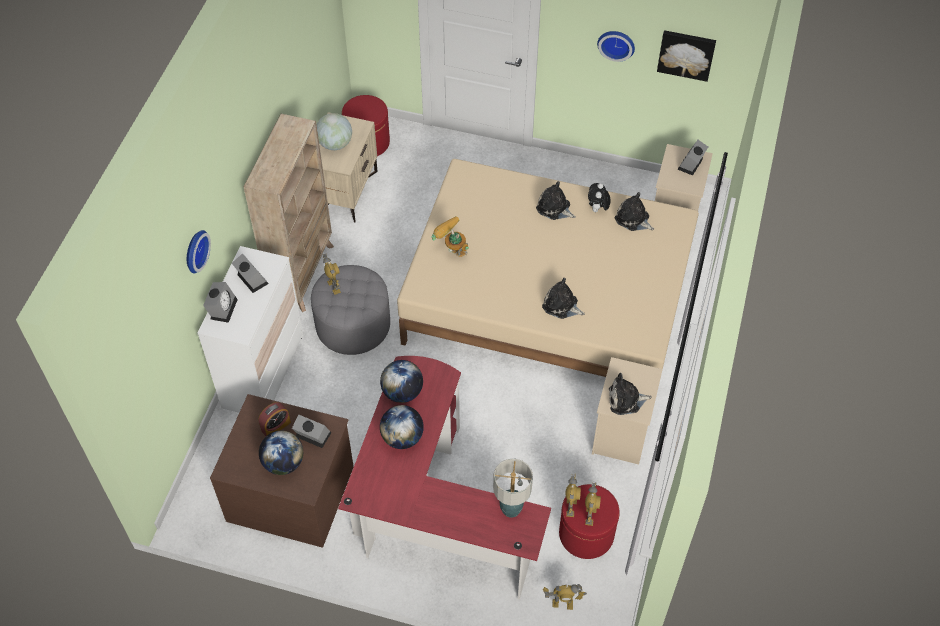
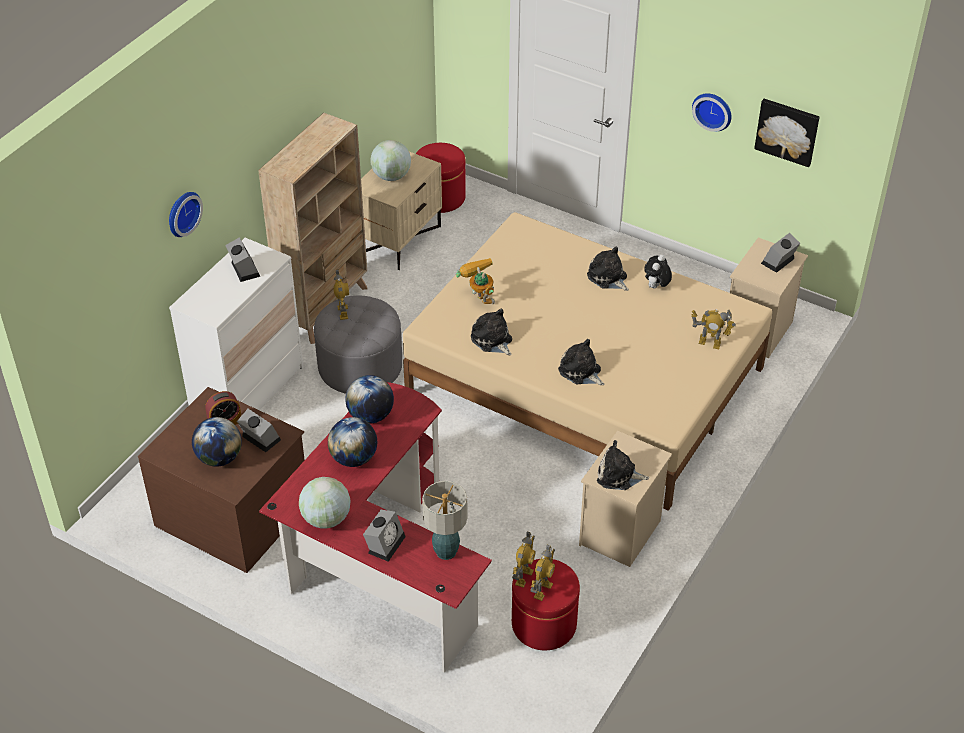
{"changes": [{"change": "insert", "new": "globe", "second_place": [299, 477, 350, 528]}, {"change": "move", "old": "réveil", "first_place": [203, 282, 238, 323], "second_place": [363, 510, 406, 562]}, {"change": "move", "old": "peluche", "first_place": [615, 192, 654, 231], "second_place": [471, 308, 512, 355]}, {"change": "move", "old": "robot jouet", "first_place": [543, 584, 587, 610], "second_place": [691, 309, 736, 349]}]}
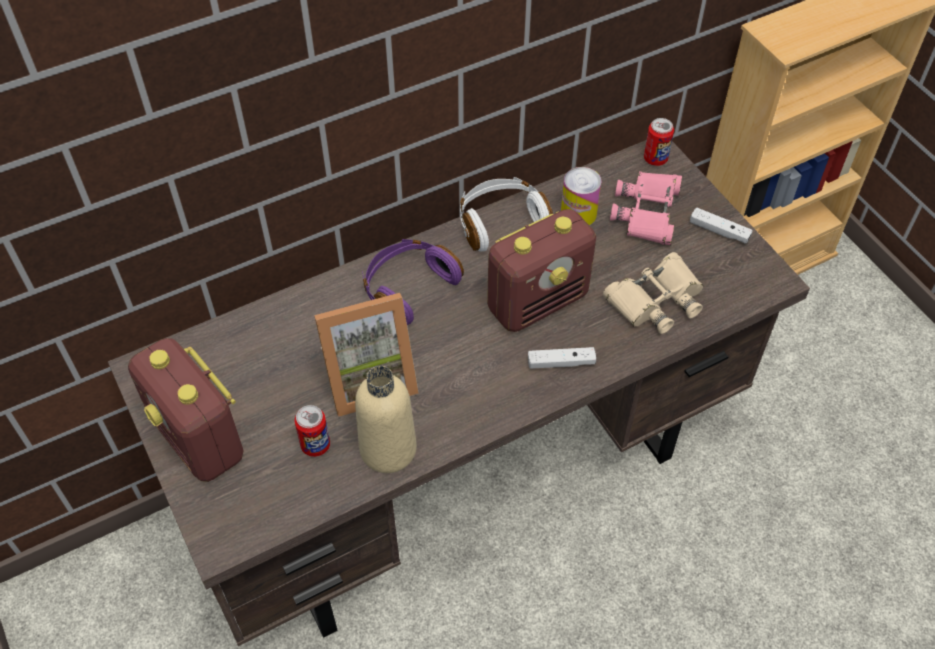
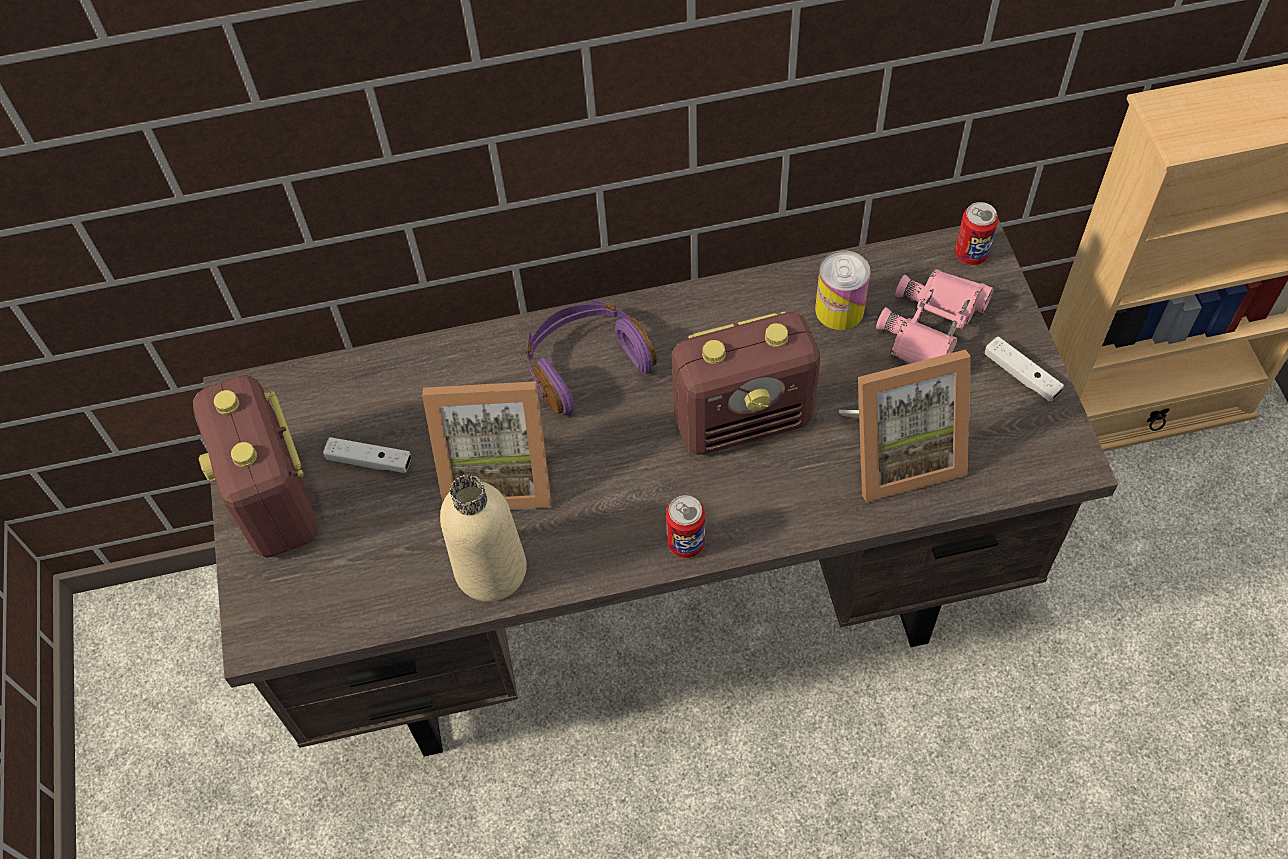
{"changes": [{"change": "move", "old": "manette (blanc)", "first_place": [528, 347, 596, 369], "second_place": [323, 437, 411, 473]}, {"change": "move", "old": "boîte métallique", "first_place": [294, 405, 330, 457], "second_place": [666, 495, 705, 558]}, {"change": "replace", "old": "jumelles (beige)", "new": "cadre photo", "first_place": [603, 252, 703, 334], "second_place": [839, 350, 971, 502]}, {"change": "delete", "old": "casque audio (blanc)", "first_place": [460, 177, 553, 252]}]}
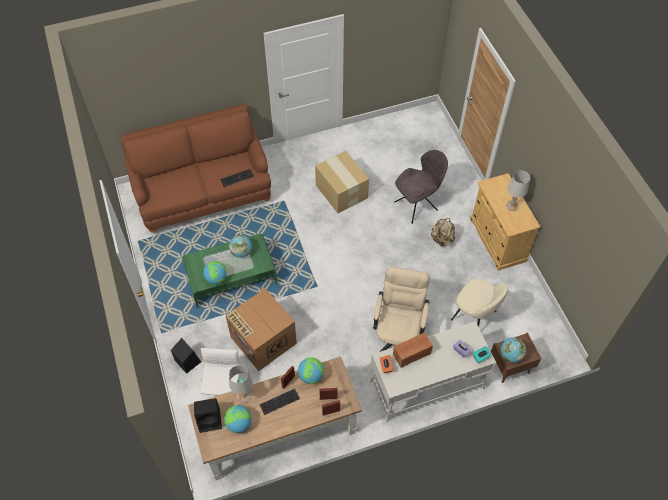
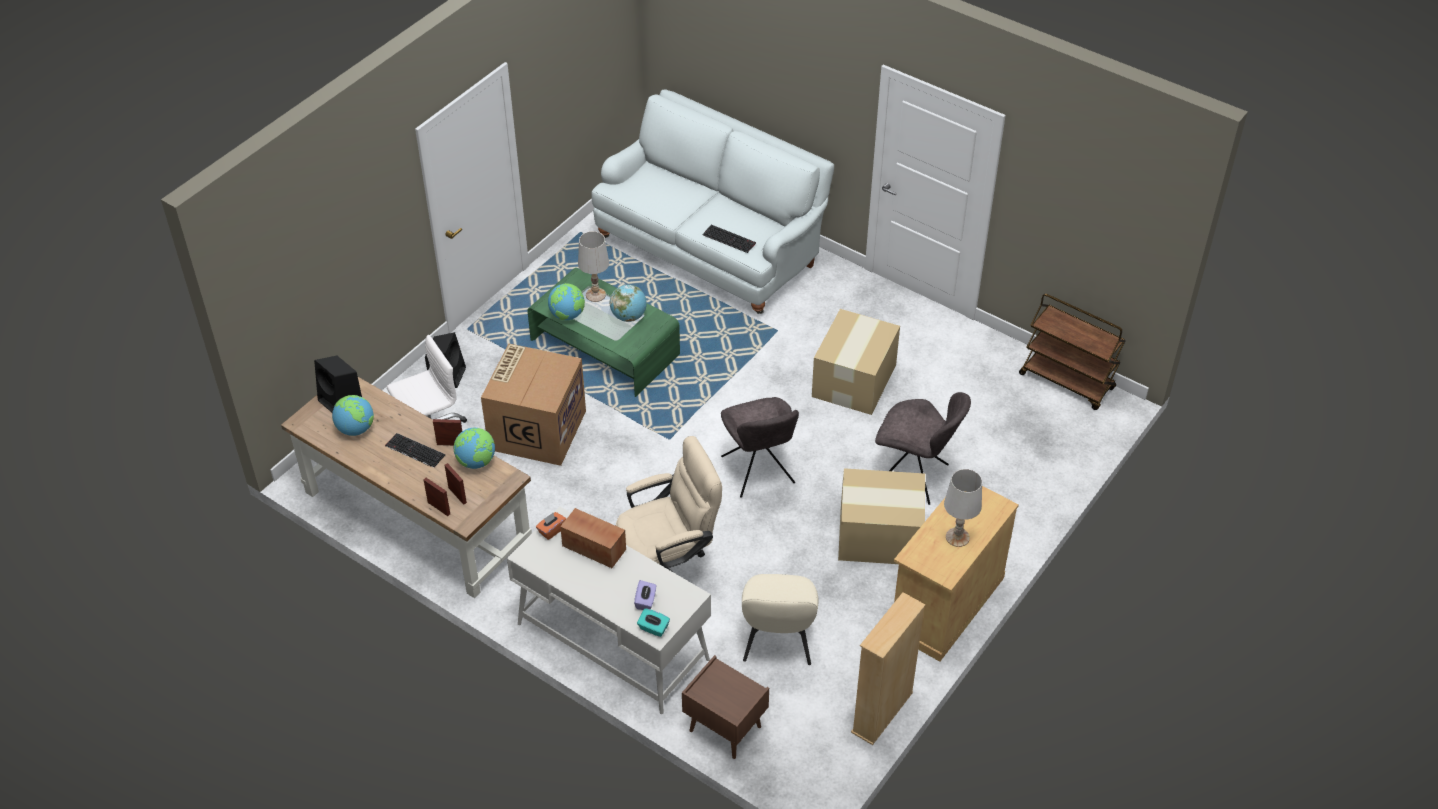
{"changes": [{"change": "move", "old": "lampe de table (blanc)", "first_place": [229, 365, 253, 403], "second_place": [578, 231, 609, 302]}, {"change": "recolor", "old": "canapé (marron)", "new": "canapé (blanc)", "first_place": [121, 104, 271, 233], "second_place": [591, 90, 834, 314]}, {"change": "insert", "new": "chaise (gris)", "second_place": [721, 397, 799, 498]}, {"change": "replace", "old": "sac à dos (beige)", "new": "carton", "first_place": [431, 218, 455, 247], "second_place": [838, 468, 925, 564]}, {"change": "insert", "new": "bibliothèque (beige)", "second_place": [851, 592, 925, 745]}, {"change": "insert", "new": "chariot (marron)", "second_place": [1019, 294, 1126, 410]}, {"change": "delete", "old": "globe", "first_place": [501, 338, 526, 363]}]}
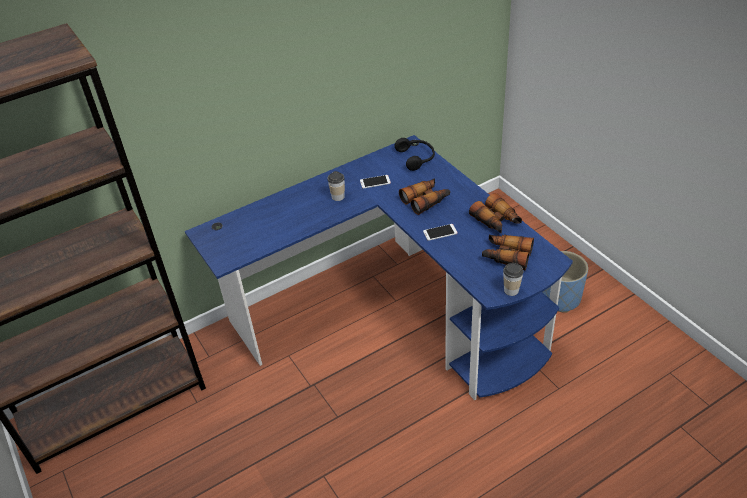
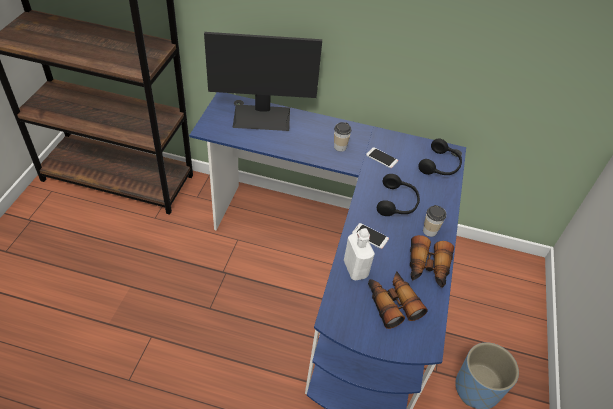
{"changes": [{"change": "insert", "new": "écran d'ordinateur", "second_place": [204, 32, 322, 131]}, {"change": "insert", "new": "bouteille (blanc)", "second_place": [344, 228, 375, 280]}, {"change": "replace", "old": "jumelles", "new": "casque audio (noir)", "first_place": [399, 179, 450, 215], "second_place": [377, 174, 420, 216]}, {"change": "move", "old": "tasse", "first_place": [503, 263, 523, 296], "second_place": [423, 205, 446, 237]}]}
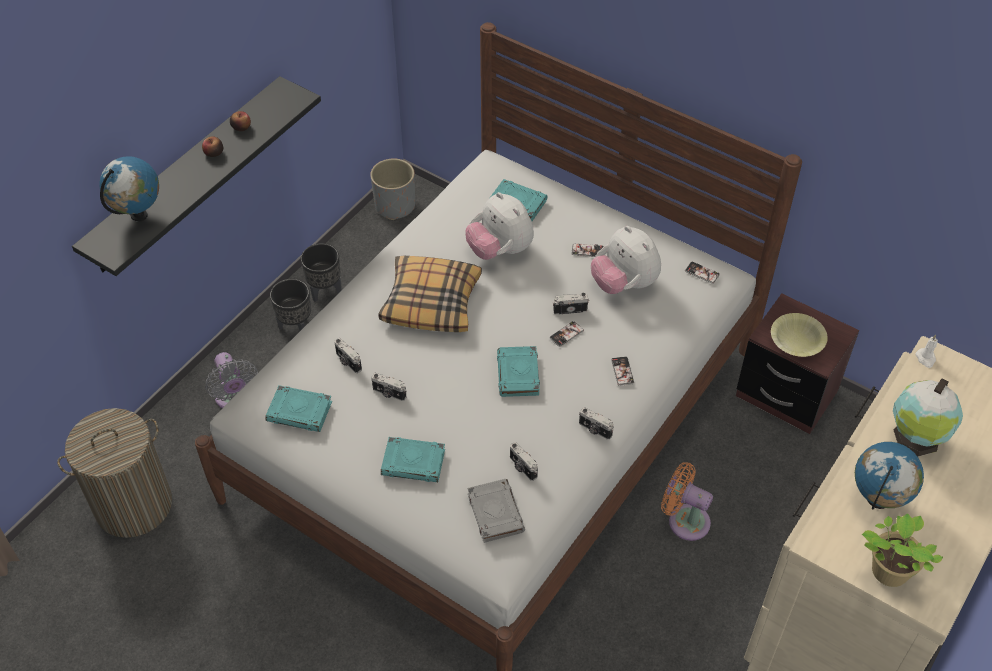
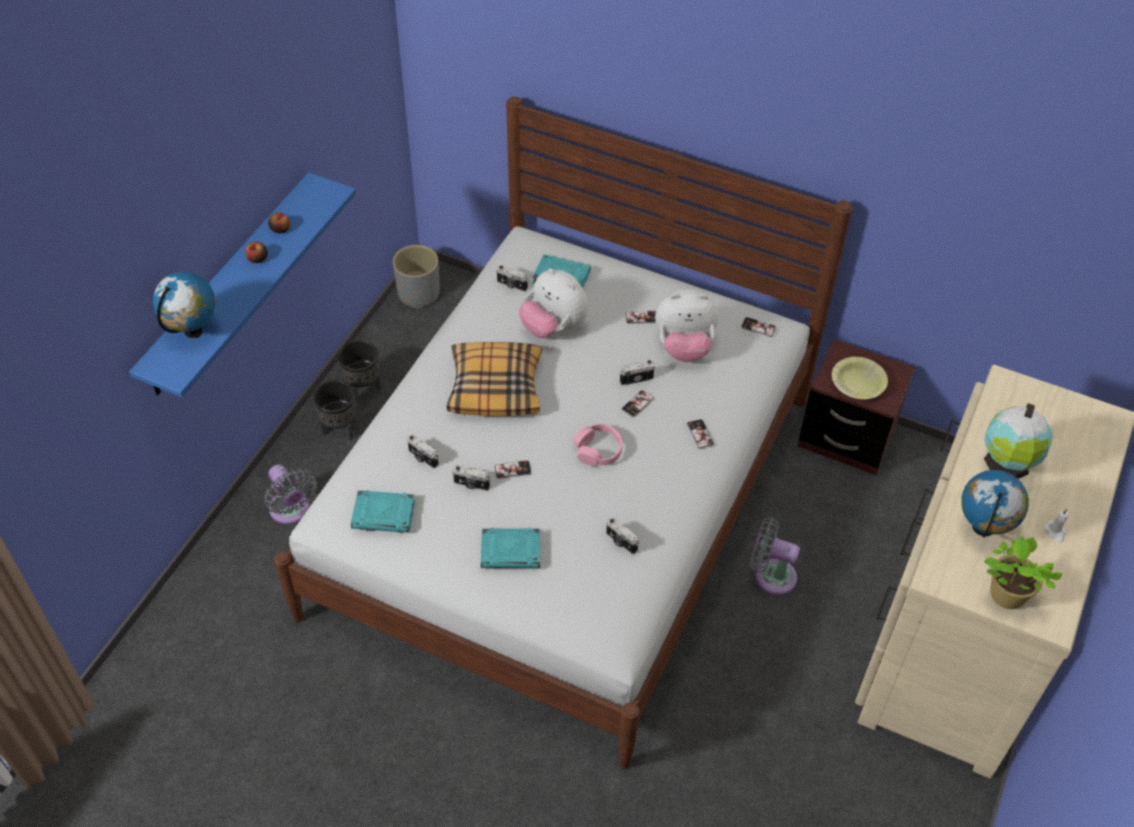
{"changes": [{"change": "recolor", "old": "étagère (noir)", "new": "étagère (bleu)", "first_place": [72, 76, 321, 276], "second_place": [129, 172, 356, 397]}, {"change": "insert", "new": "téléphone", "second_place": [494, 460, 532, 479]}, {"change": "move", "old": "appareil photo", "first_place": [579, 407, 614, 440], "second_place": [496, 265, 528, 292]}, {"change": "replace", "old": "livre (turquoise)", "new": "casque audio (rose)", "first_place": [497, 346, 540, 397], "second_place": [574, 423, 623, 466]}, {"change": "rotate", "old": "peluche", "first_place": [591, 226, 661, 294], "second_place": [655, 290, 718, 362], "degrees": -45}, {"change": "recolor", "old": "ventilateur (orange)", "new": "ventilateur (gris)", "first_place": [661, 462, 713, 541], "second_place": [750, 517, 800, 595]}, {"change": "move", "old": "bougie (blanc)", "first_place": [915, 334, 938, 368], "second_place": [1044, 508, 1068, 542]}, {"change": "delete", "old": "panier à linge", "first_place": [57, 408, 172, 538]}, {"change": "delete", "old": "livre (gris)", "first_place": [467, 479, 525, 543]}]}
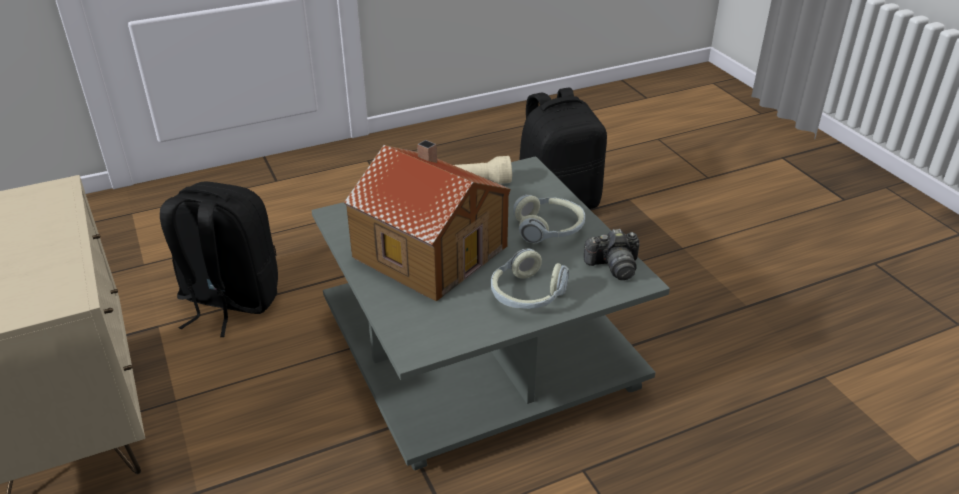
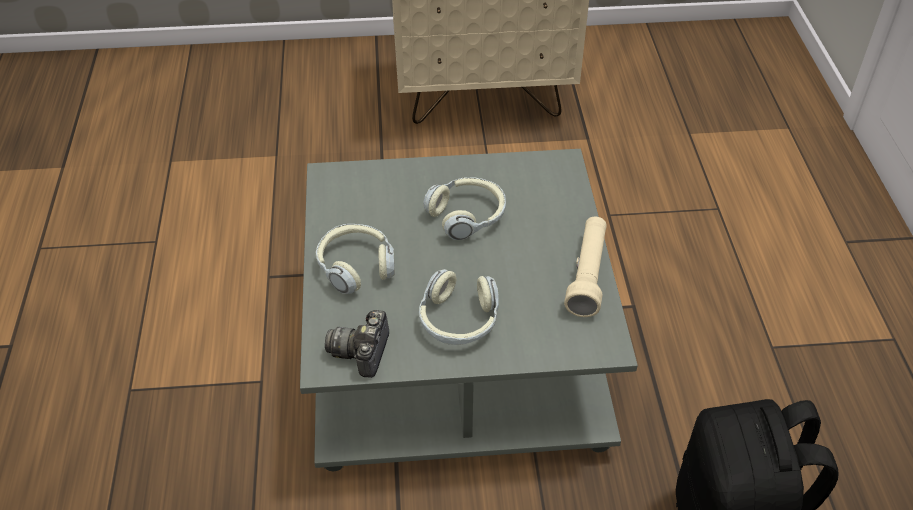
{"changes": [{"change": "replace", "old": "maison miniature", "new": "casque audio", "first_place": [344, 140, 511, 302], "second_place": [423, 177, 506, 240]}, {"change": "delete", "old": "sac à dos (noir)", "first_place": [160, 181, 278, 337]}]}
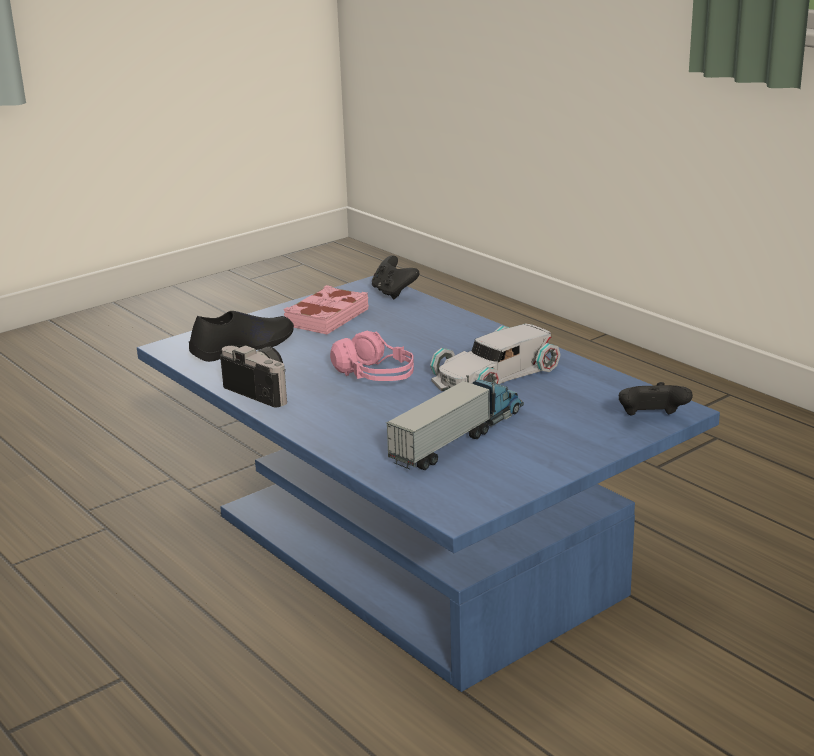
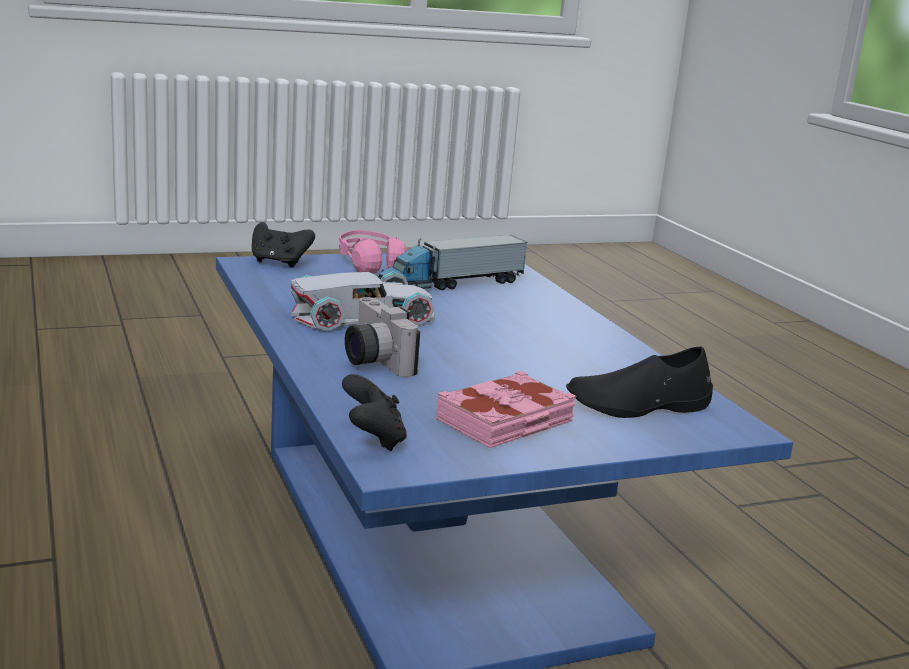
{"changes": [{"change": "move", "old": "casque audio (rose)", "first_place": [330, 331, 414, 381], "second_place": [339, 230, 408, 274]}, {"change": "move", "old": "appareil photo", "first_place": [220, 345, 287, 408], "second_place": [345, 297, 420, 377]}]}
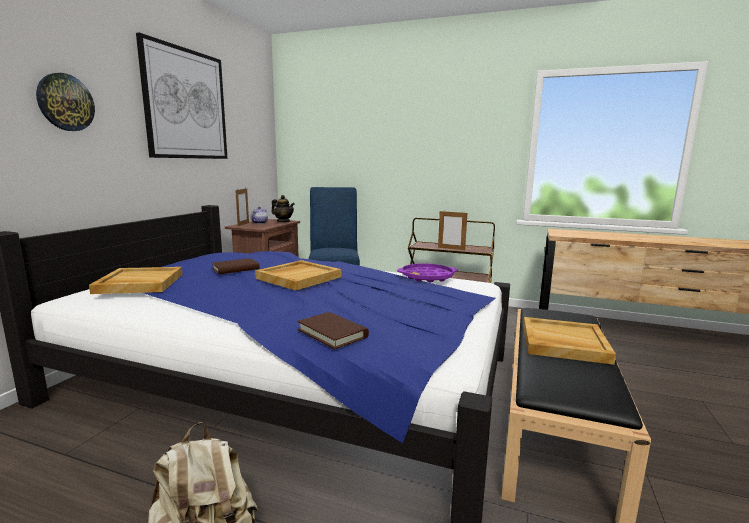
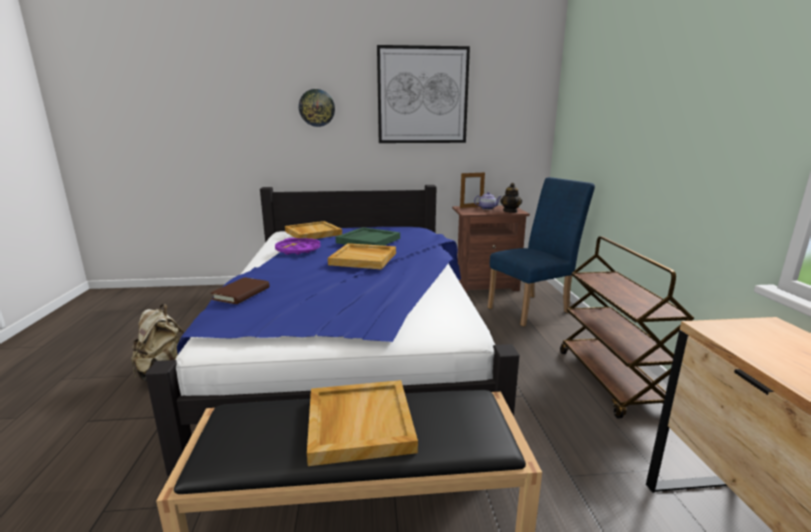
{"changes": [{"change": "move", "old": "plateau (violet)", "first_place": [397, 263, 458, 282], "second_place": [275, 238, 321, 255]}, {"change": "replace", "old": "livre (marron)", "new": "plateau (vert)", "first_place": [212, 258, 260, 274], "second_place": [336, 227, 400, 246]}, {"change": "delete", "old": "cadre photo", "first_place": [438, 210, 467, 250]}]}
